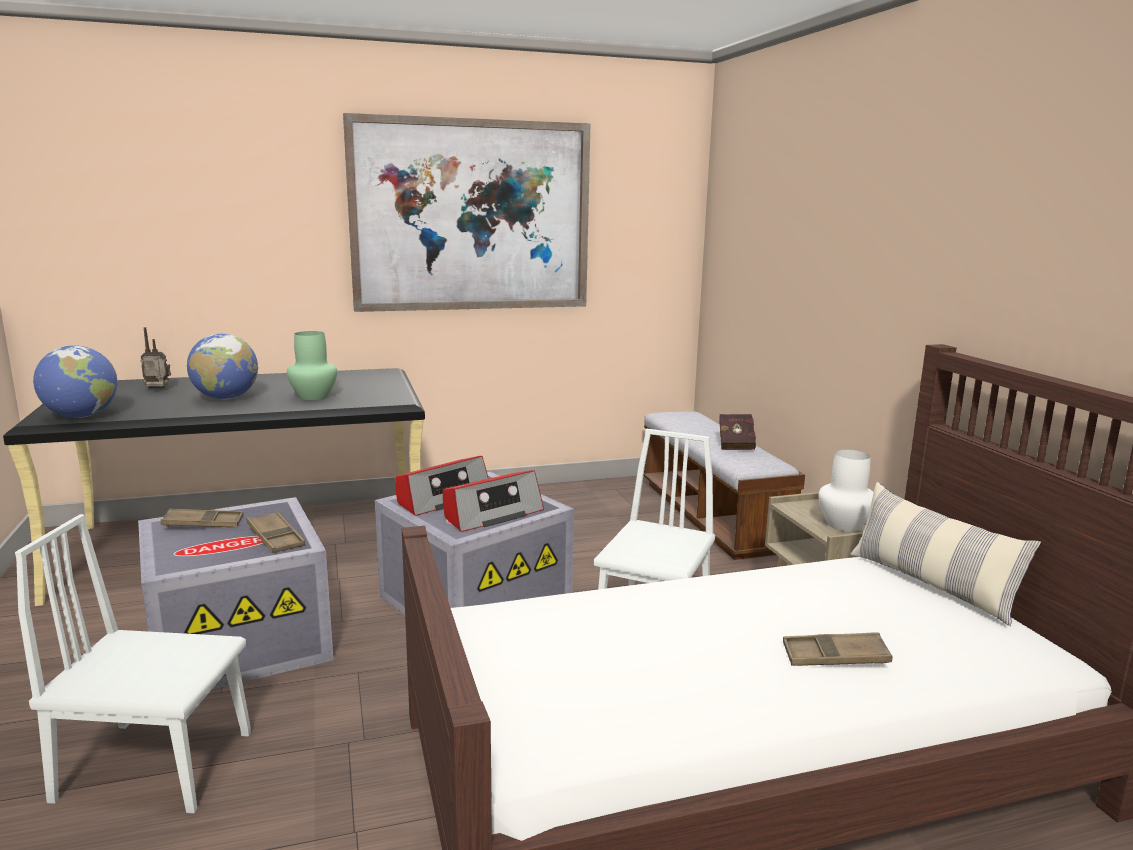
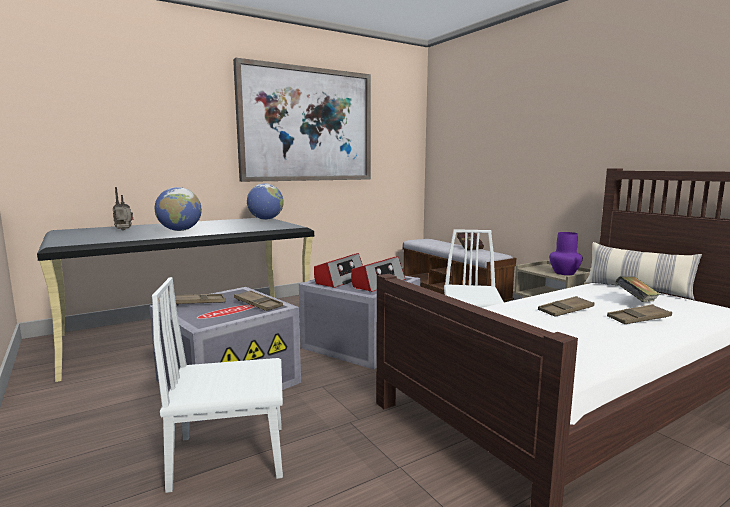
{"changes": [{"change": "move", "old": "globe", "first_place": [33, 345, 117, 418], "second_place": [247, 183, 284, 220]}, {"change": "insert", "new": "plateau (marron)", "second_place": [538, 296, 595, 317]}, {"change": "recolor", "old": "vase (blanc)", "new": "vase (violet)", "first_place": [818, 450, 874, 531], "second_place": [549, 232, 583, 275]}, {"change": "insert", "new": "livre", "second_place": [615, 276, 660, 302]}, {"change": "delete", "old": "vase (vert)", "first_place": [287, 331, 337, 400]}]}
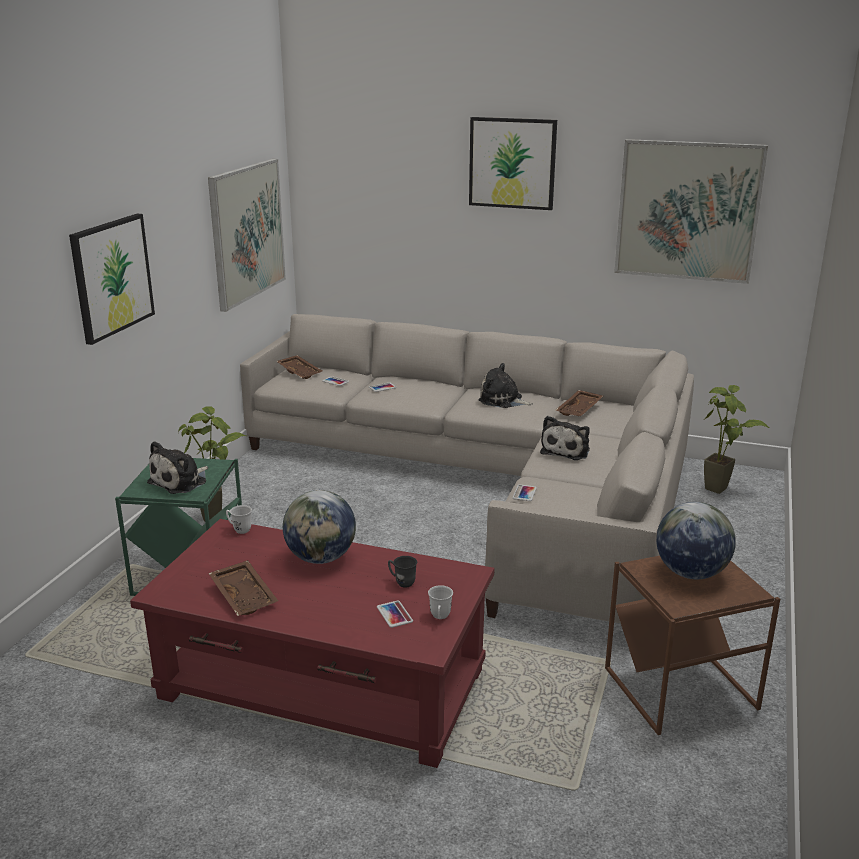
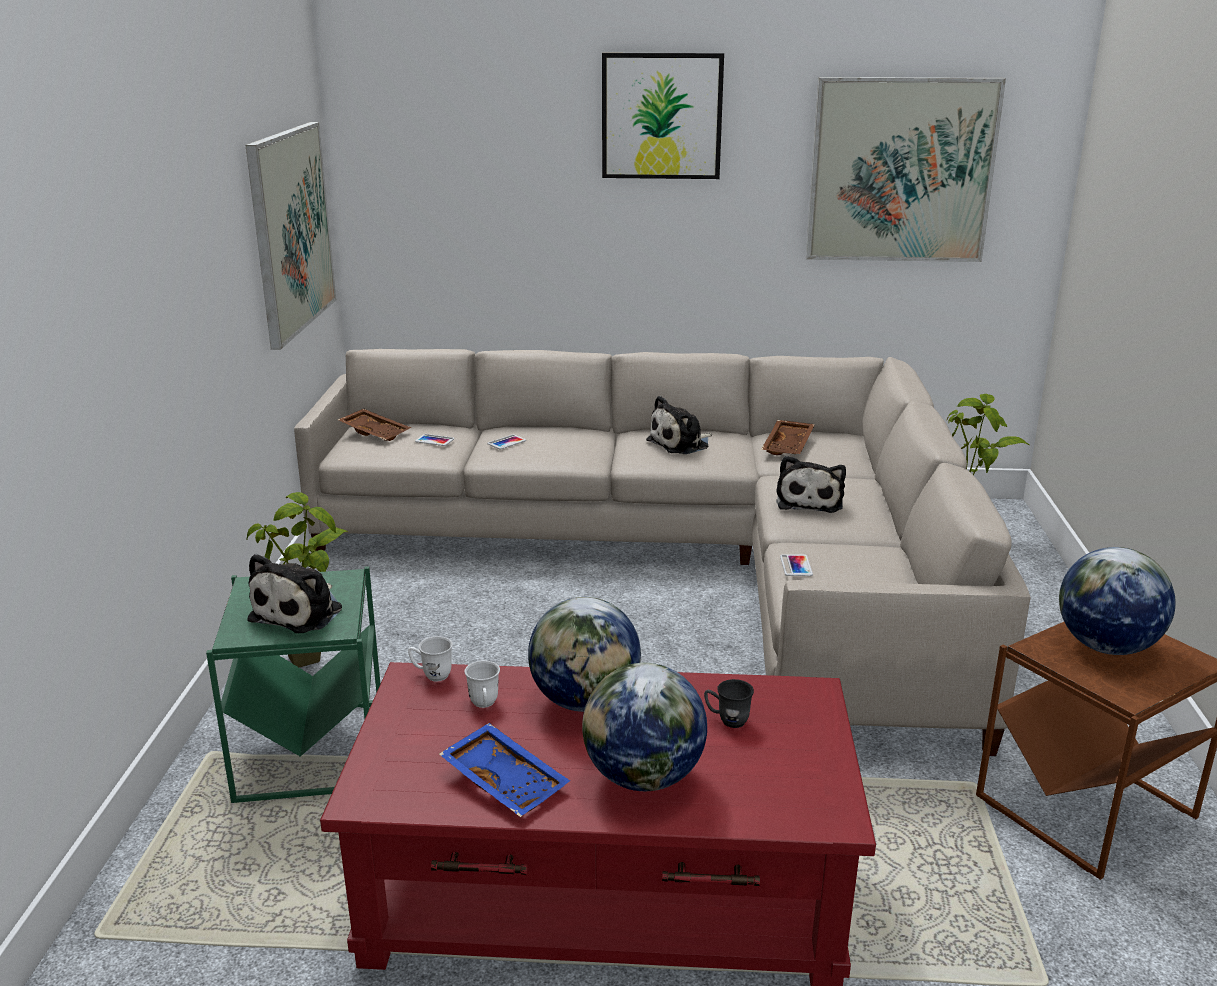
{"changes": [{"change": "recolor", "old": "plateau (marron)", "new": "plateau (bleu)", "first_place": [209, 560, 278, 616], "second_place": [439, 723, 570, 817]}, {"change": "move", "old": "mug (blanc)", "first_place": [428, 585, 453, 619], "second_place": [465, 661, 500, 708]}, {"change": "insert", "new": "globe", "second_place": [582, 663, 707, 791]}, {"change": "rotate", "old": "peluche", "first_place": [478, 363, 533, 408], "second_place": [646, 396, 712, 454], "degrees": -45}, {"change": "delete", "old": "tableau", "first_place": [69, 214, 155, 345]}, {"change": "delete", "old": "téléphone", "first_place": [377, 601, 413, 628]}]}
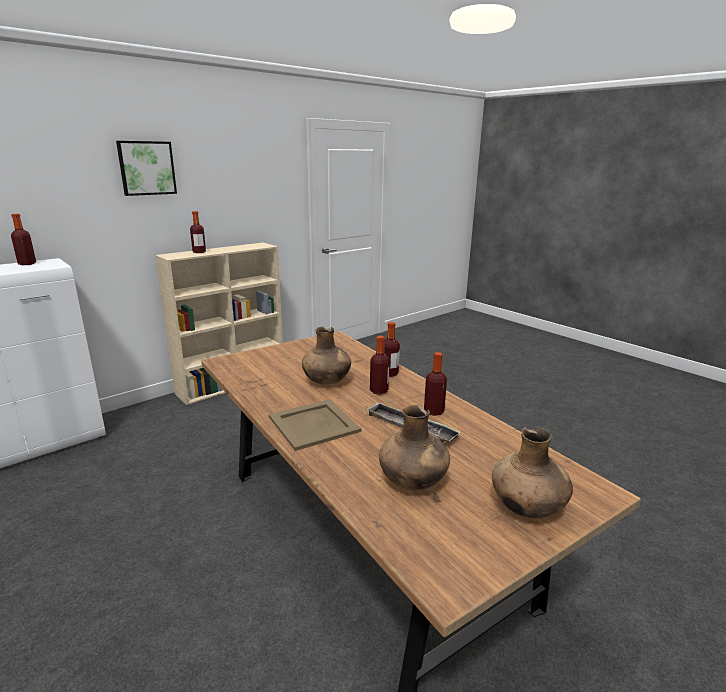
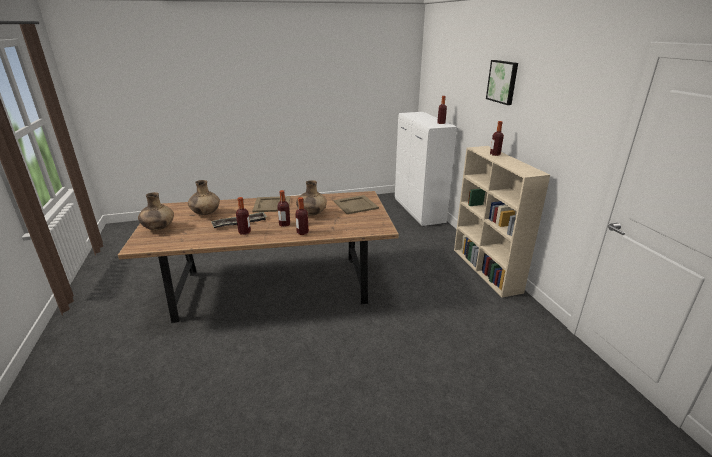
{"changes": [{"change": "insert", "new": "plateau (beige)", "second_place": [334, 195, 379, 214]}]}
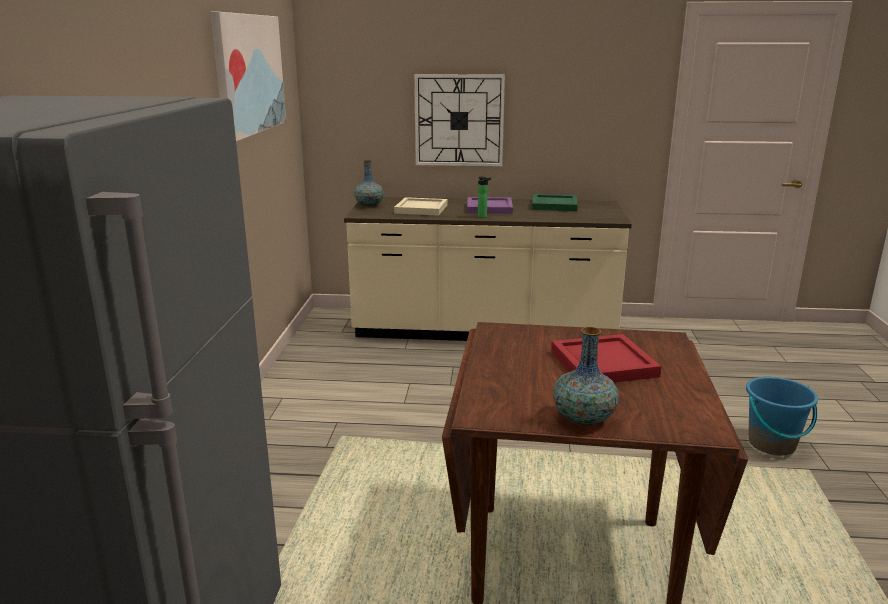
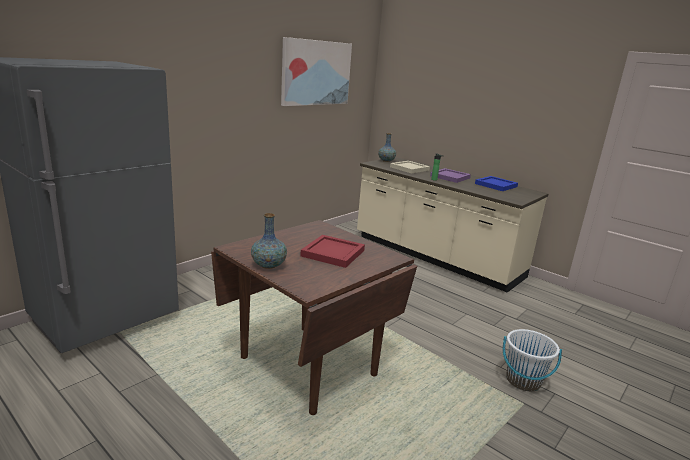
{"changes": [{"change": "recolor", "old": "plateau (vert)", "new": "plateau (bleu)", "first_place": [532, 194, 577, 211], "second_place": [475, 176, 518, 191]}, {"change": "recolor", "old": "seau (bleu)", "new": "seau (blanc)", "first_place": [746, 377, 818, 455], "second_place": [503, 329, 562, 391]}, {"change": "delete", "old": "horloge murale", "first_place": [414, 74, 505, 166]}]}
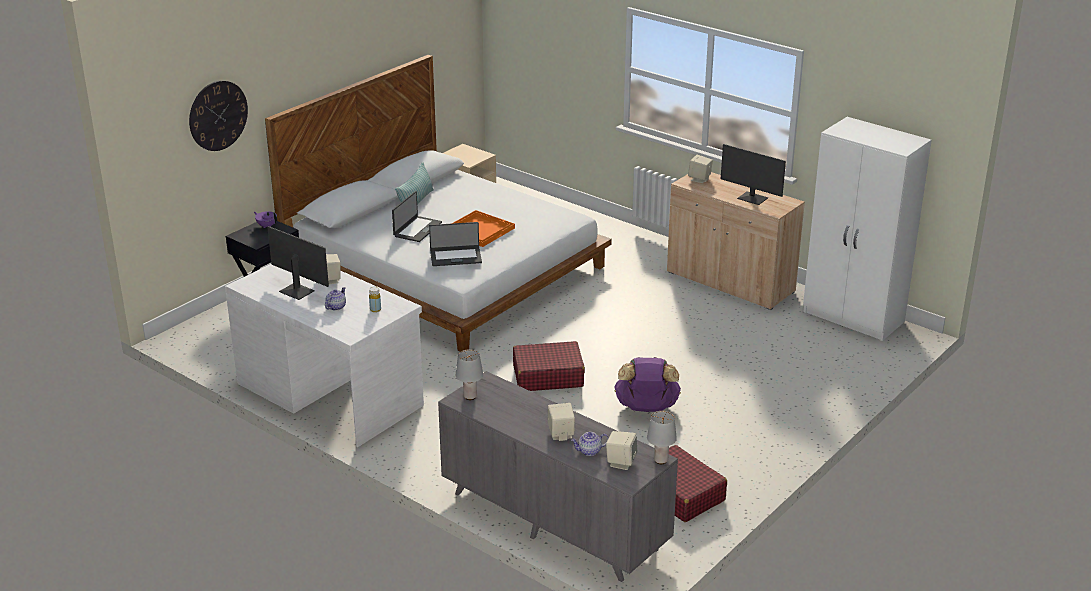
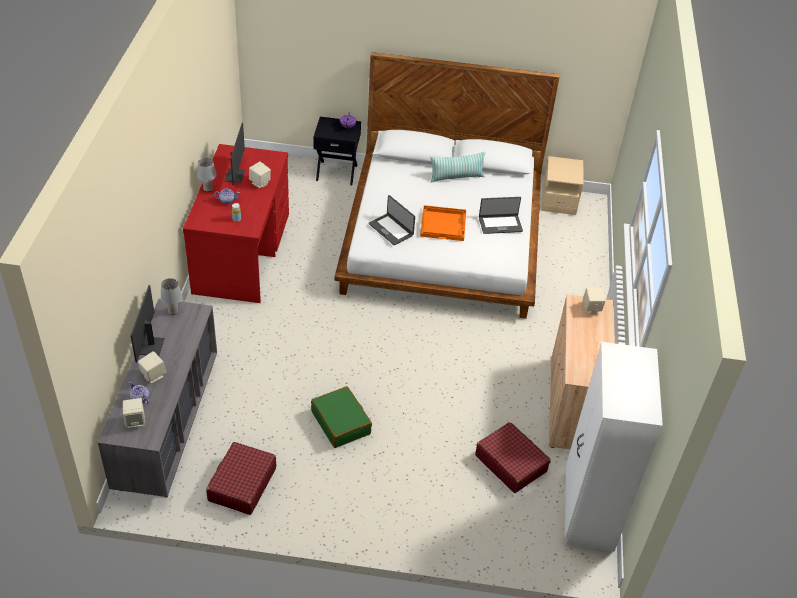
{"changes": [{"change": "move", "old": "écran d'ordinateur", "first_place": [721, 144, 786, 205], "second_place": [130, 285, 165, 362]}, {"change": "recolor", "old": "bureau (blanc)", "new": "bureau (rouge)", "first_place": [225, 264, 424, 447], "second_place": [183, 144, 289, 303]}, {"change": "move", "old": "lampe de table (gris)", "first_place": [647, 411, 677, 464], "second_place": [197, 158, 217, 192]}, {"change": "replace", "old": "sac à dos (violet)", "new": "valise (vert)", "first_place": [614, 357, 681, 412], "second_place": [311, 386, 372, 448]}, {"change": "move", "old": "valise (rouge)", "first_place": [513, 341, 585, 391], "second_place": [475, 422, 551, 493]}, {"change": "move", "old": "ordinateur portable", "first_place": [392, 191, 442, 242], "second_place": [479, 197, 523, 234]}, {"change": "delete", "old": "horloge murale", "first_place": [189, 81, 248, 151]}]}
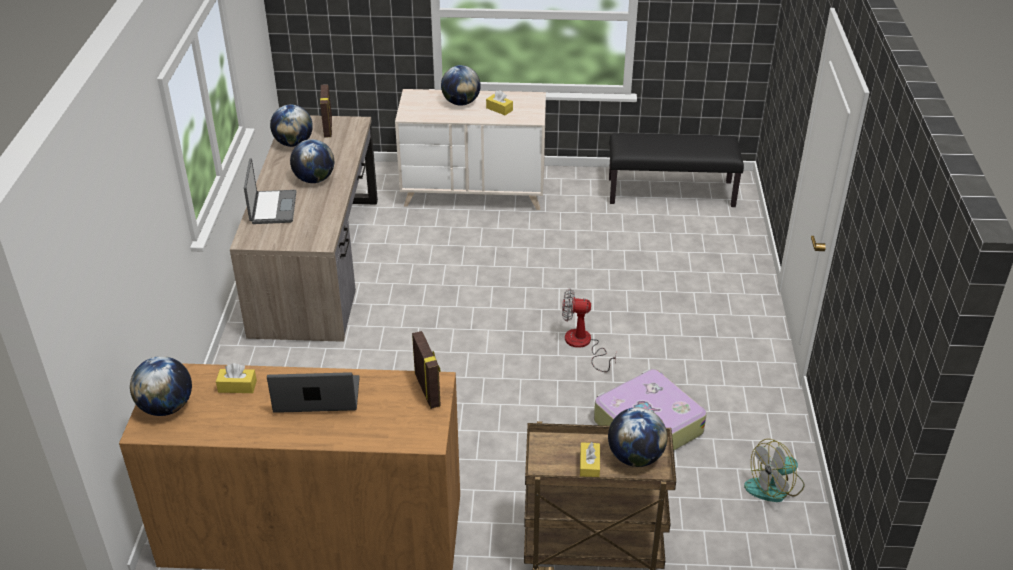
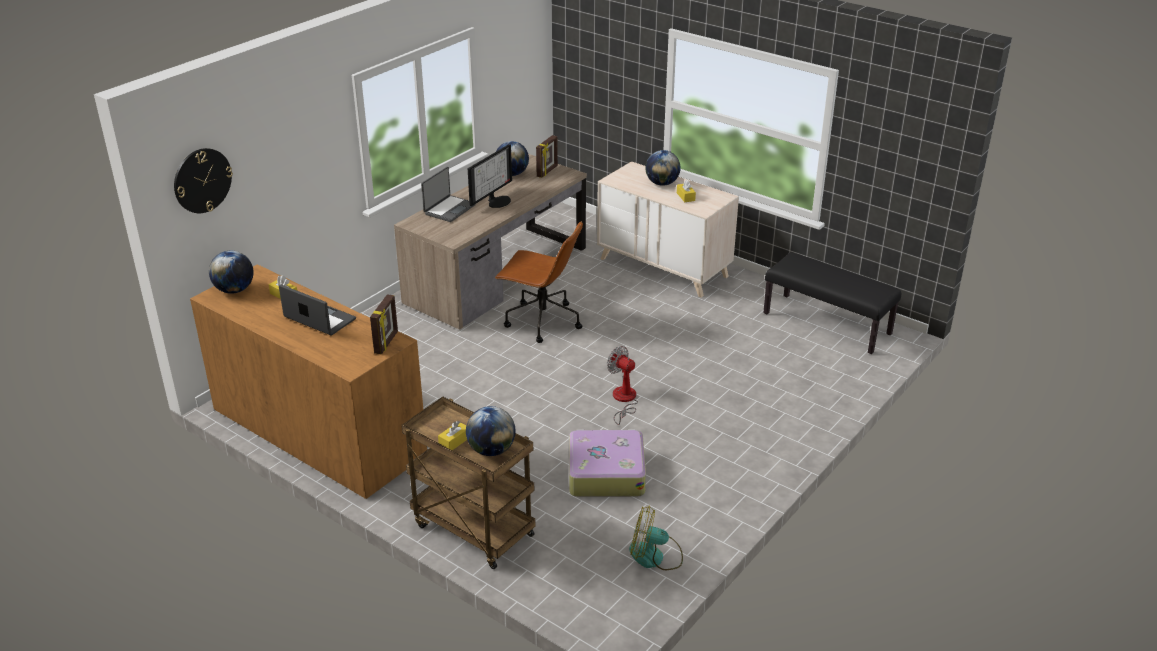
{"changes": [{"change": "insert", "new": "horloge murale", "second_place": [174, 148, 233, 213]}, {"change": "replace", "old": "globe", "new": "écran d'ordinateur", "first_place": [290, 139, 334, 183], "second_place": [468, 144, 512, 208]}, {"change": "insert", "new": "chaise de bureau (marron)", "second_place": [495, 221, 583, 343]}]}
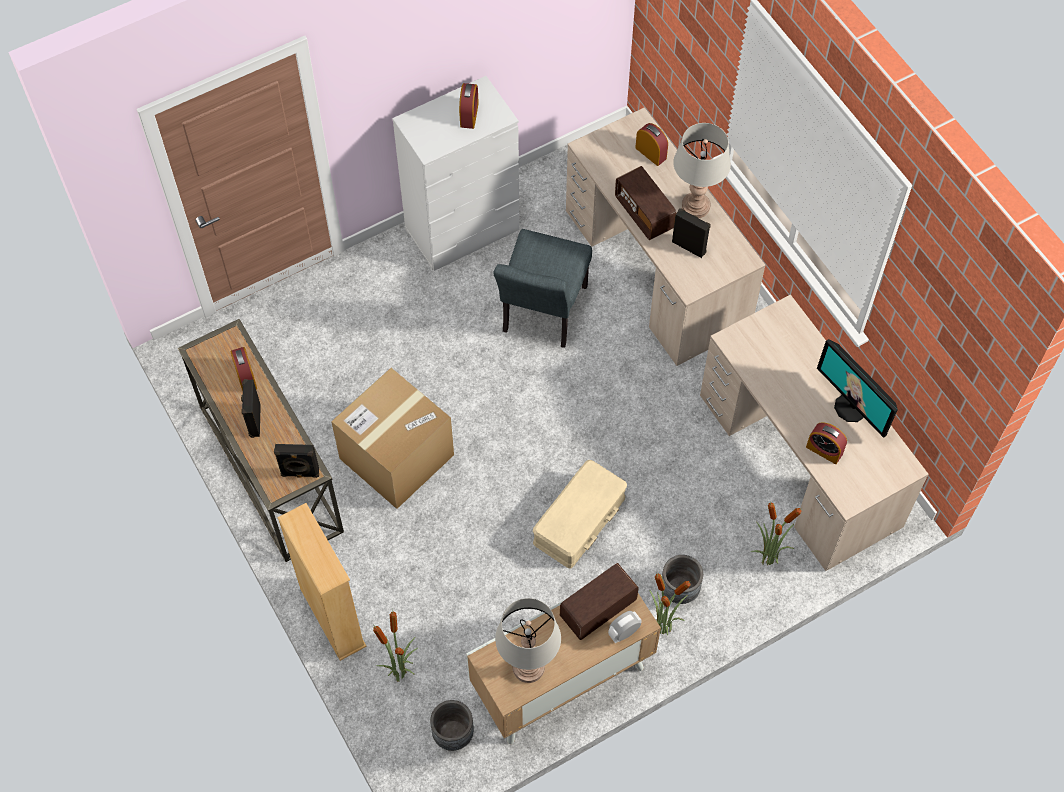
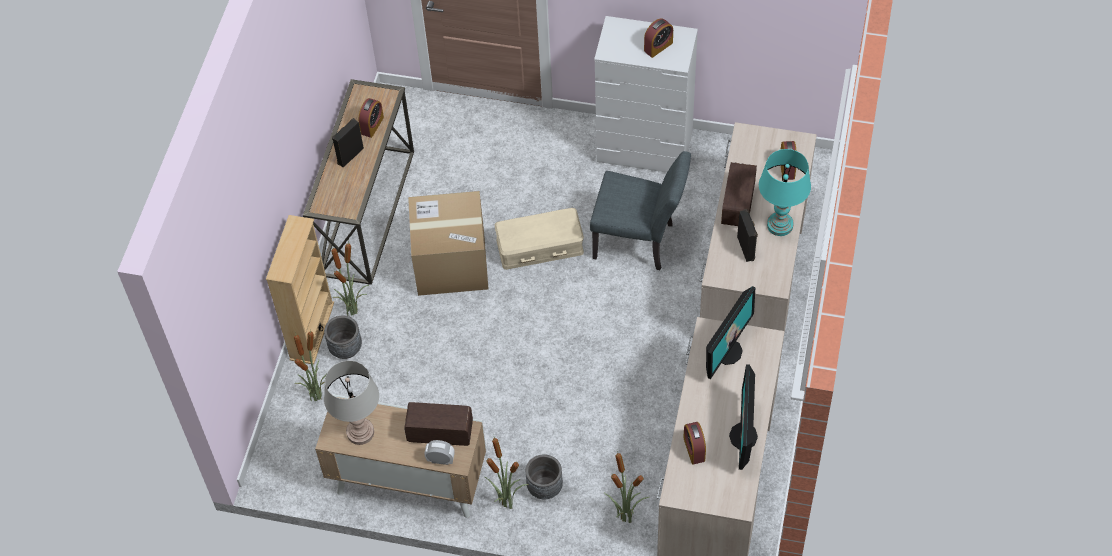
{"changes": [{"change": "move", "old": "cache-pot (gris)", "first_place": [430, 700, 474, 751], "second_place": [324, 316, 362, 359]}, {"change": "insert", "new": "plante en pot", "second_place": [332, 240, 369, 316]}, {"change": "move", "old": "boîte de rangement (beige)", "first_place": [533, 460, 627, 569], "second_place": [494, 208, 584, 270]}, {"change": "rotate", "old": "chaise (gris)", "first_place": [493, 229, 592, 348], "second_place": [590, 151, 691, 270], "degrees": -135}, {"change": "insert", "new": "écran d'ordinateur", "second_place": [706, 286, 755, 379]}, {"change": "recolor", "old": "lampe de table (gris)", "new": "lampe de table (turquoise)", "first_place": [673, 123, 731, 218], "second_place": [759, 149, 811, 236]}, {"change": "delete", "old": "enceinte (noir)", "first_place": [274, 444, 319, 478]}]}
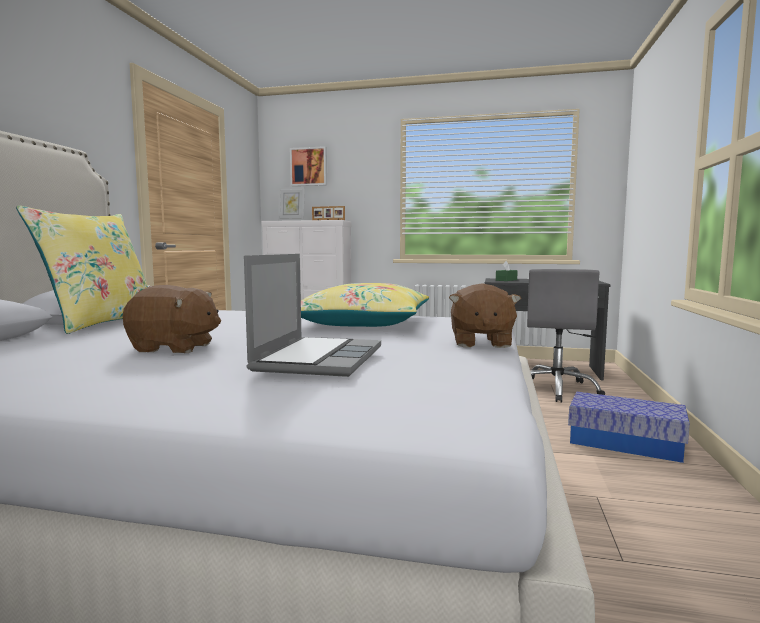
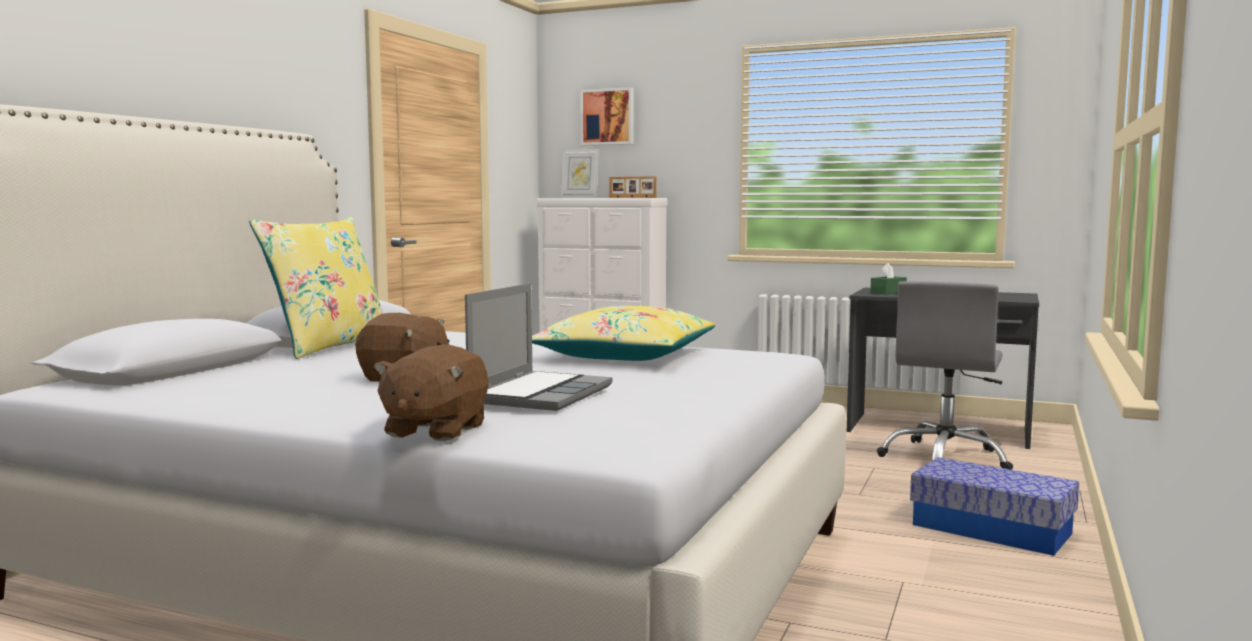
{"changes": [{"change": "move", "old": "peluche (marron)", "first_place": [449, 283, 522, 348], "second_place": [373, 345, 489, 441]}]}
